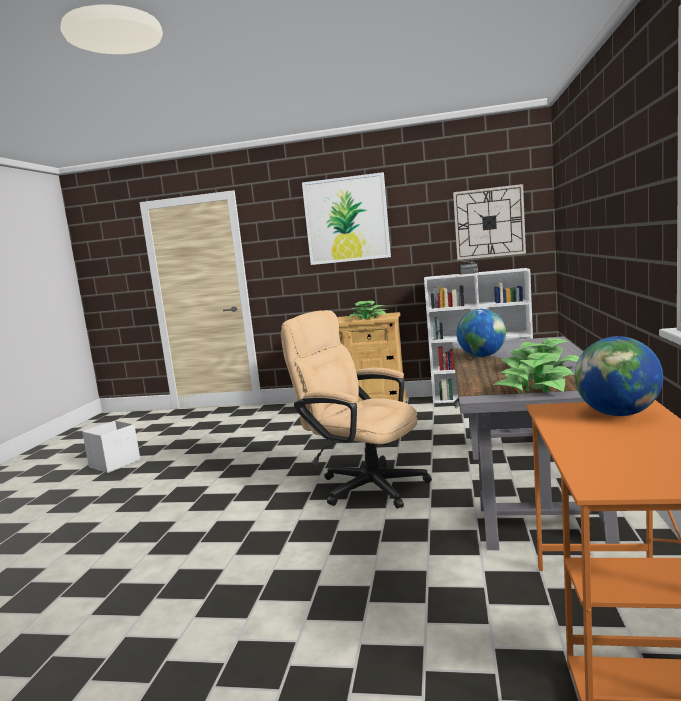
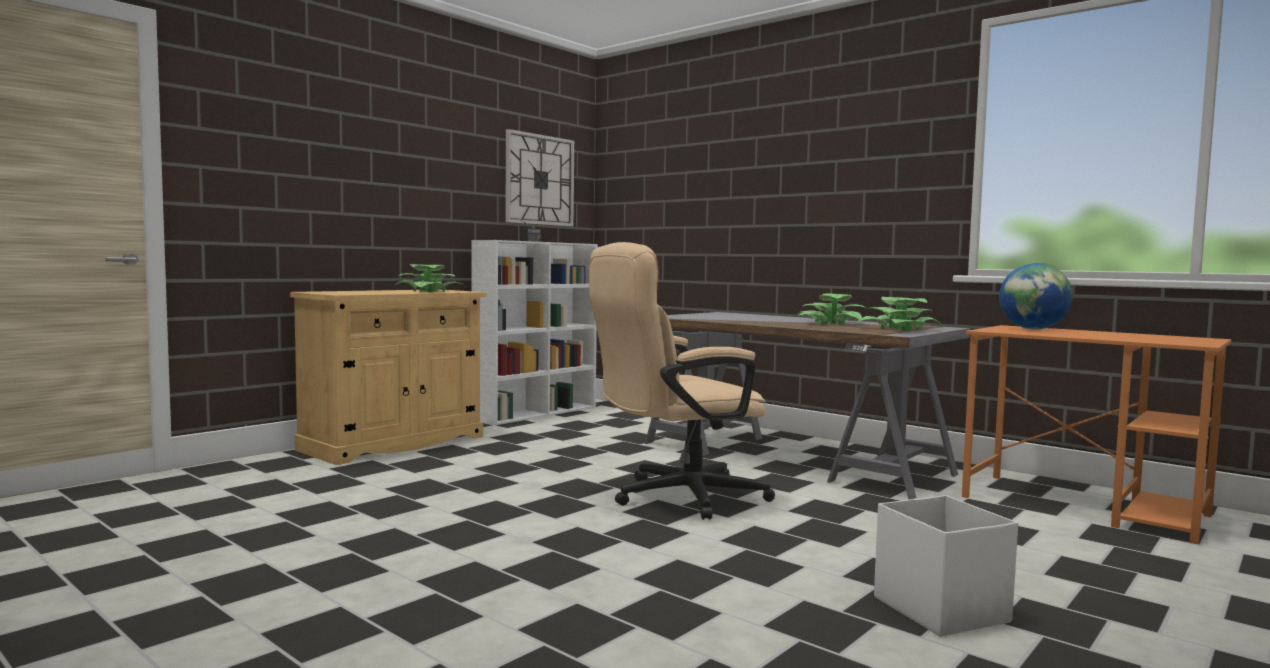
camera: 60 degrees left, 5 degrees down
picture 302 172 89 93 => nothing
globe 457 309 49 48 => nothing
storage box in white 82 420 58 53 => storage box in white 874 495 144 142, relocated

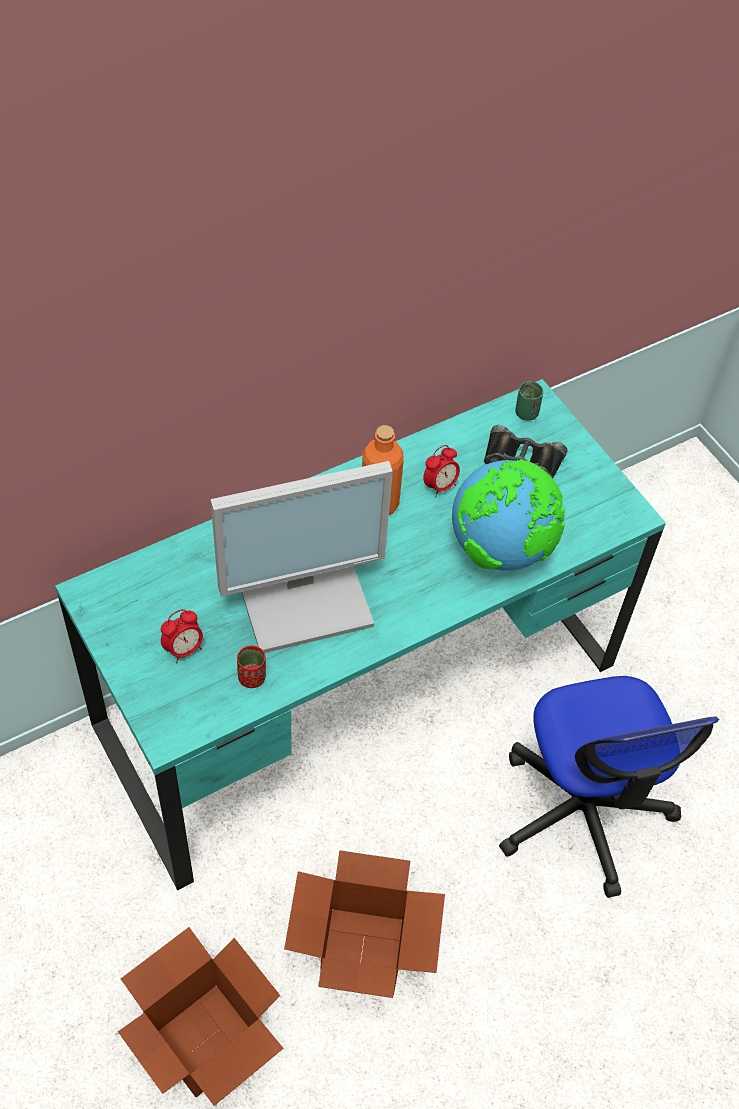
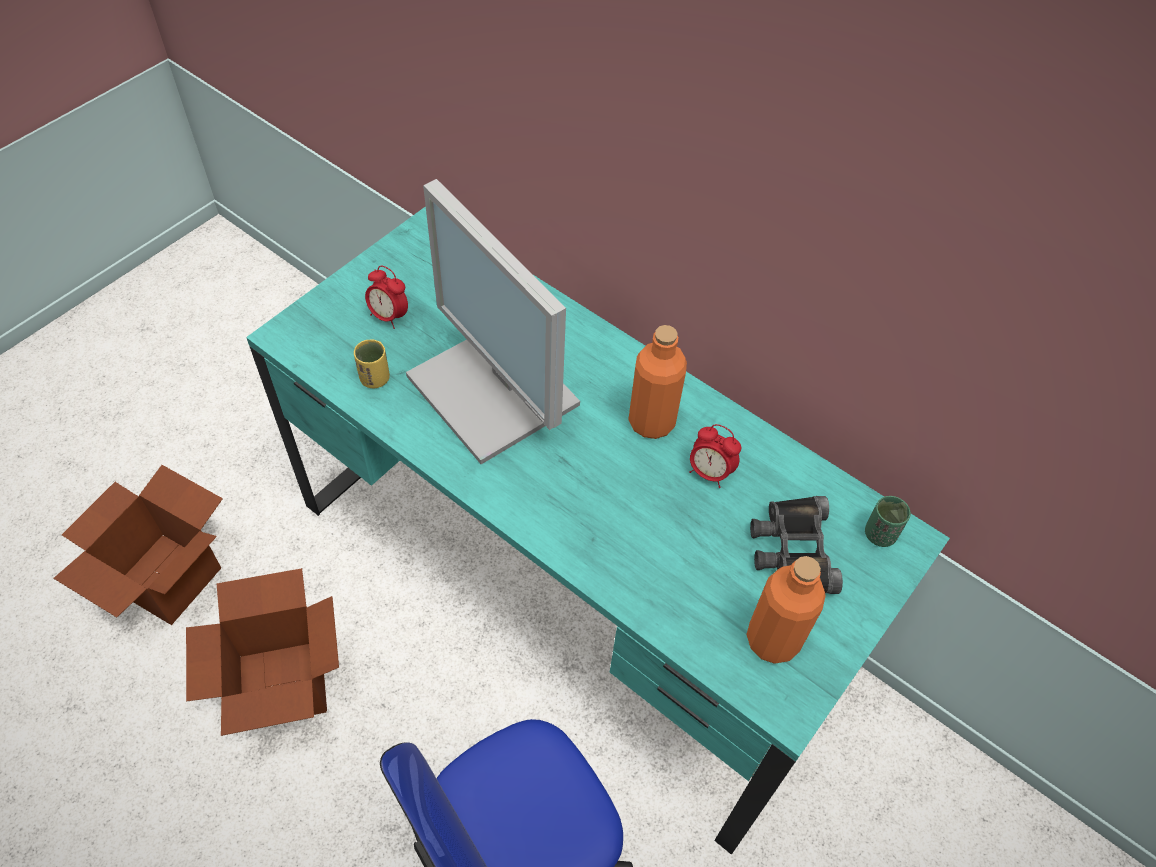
camera: 70 degrees right, 0 degrees up
globe 452 459 113 112 => nothing
nothing => bottle in orange 746 556 79 108
cup in red 237 645 29 43 => cup in yellow 354 339 36 49

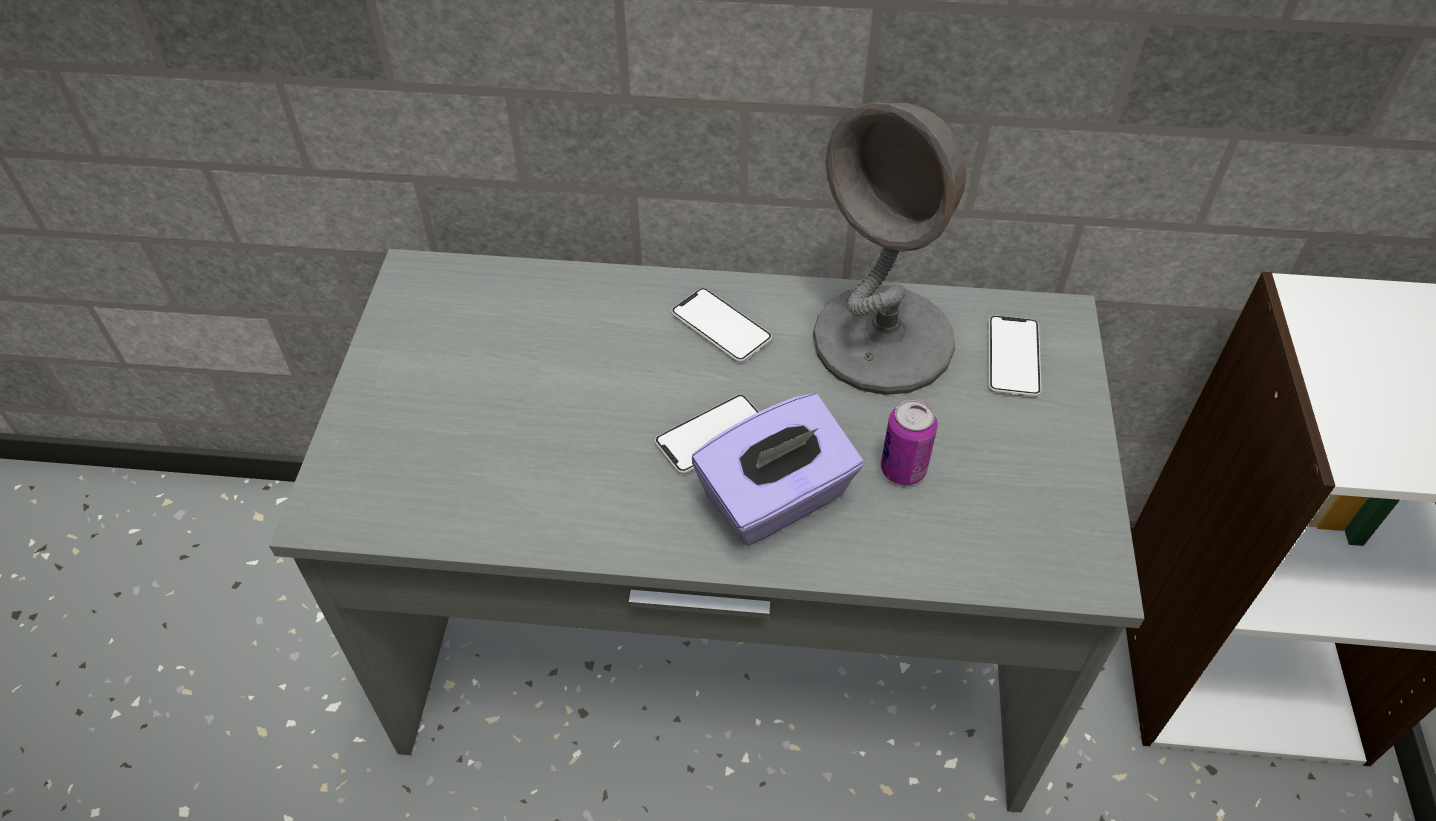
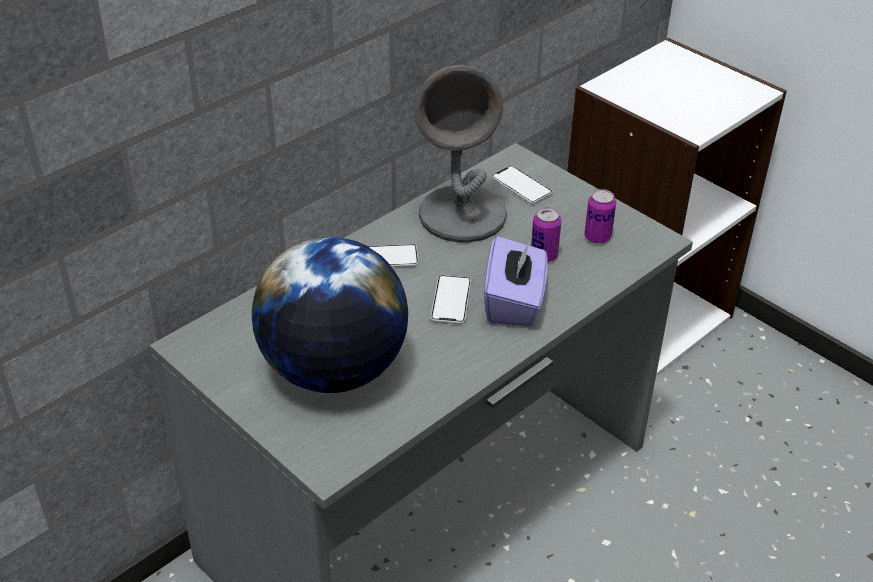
camera: 50 degrees left, 10 degrees down
nothing => globe 252 237 156 156
nothing => can 584 189 32 55

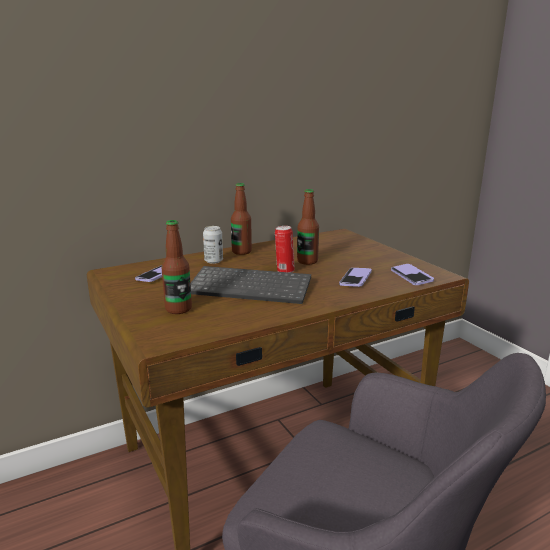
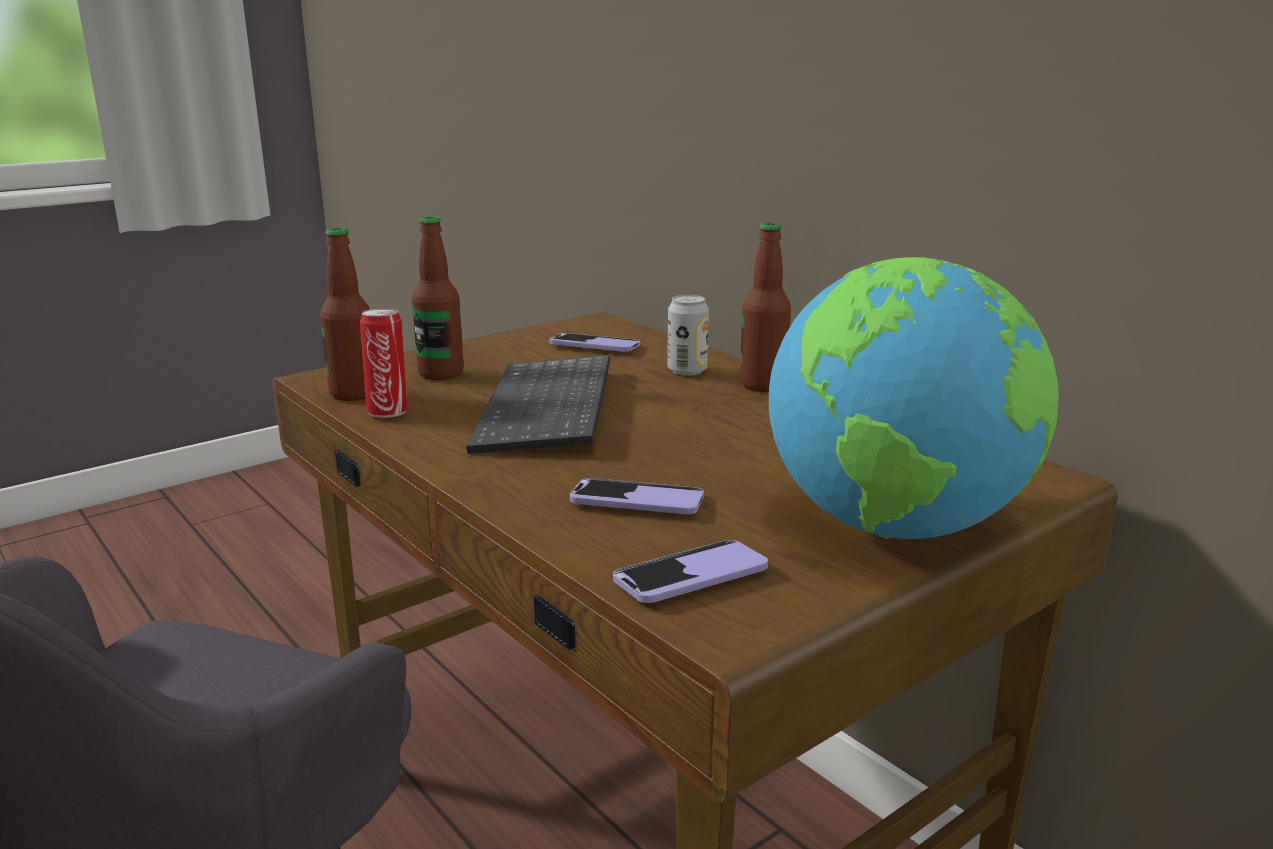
camera: 80 degrees right, 0 degrees up
nothing => globe 769 257 290 282
can 275 226 20 47 => can 360 308 47 110, relocated
bottle 297 189 22 76 => bottle 320 228 50 173, relocated

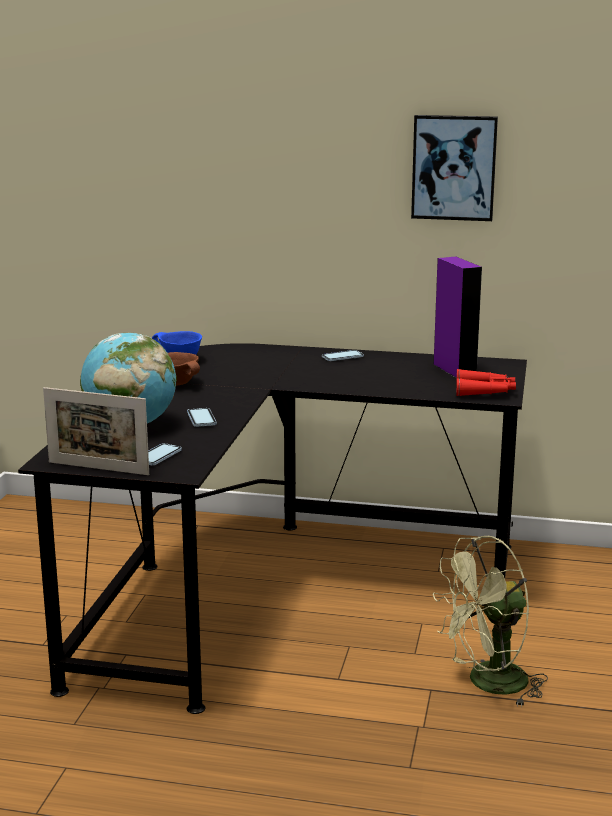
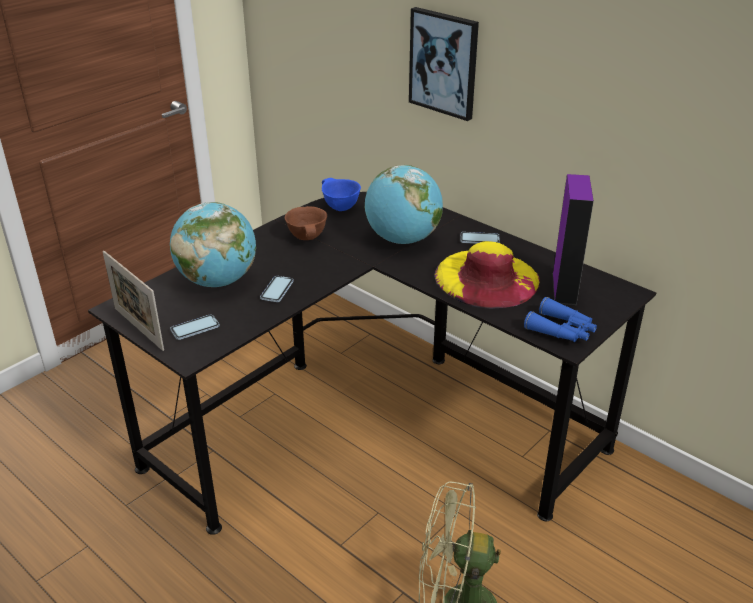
camera: 30 degrees right, 15 degrees up
nothing => globe 365 165 78 79
nothing => hat in yellow 434 241 106 68
picture 411 115 87 106 => picture 409 7 70 114, relocated
binoculars in red 456 369 60 27 => binoculars in blue 524 297 73 45

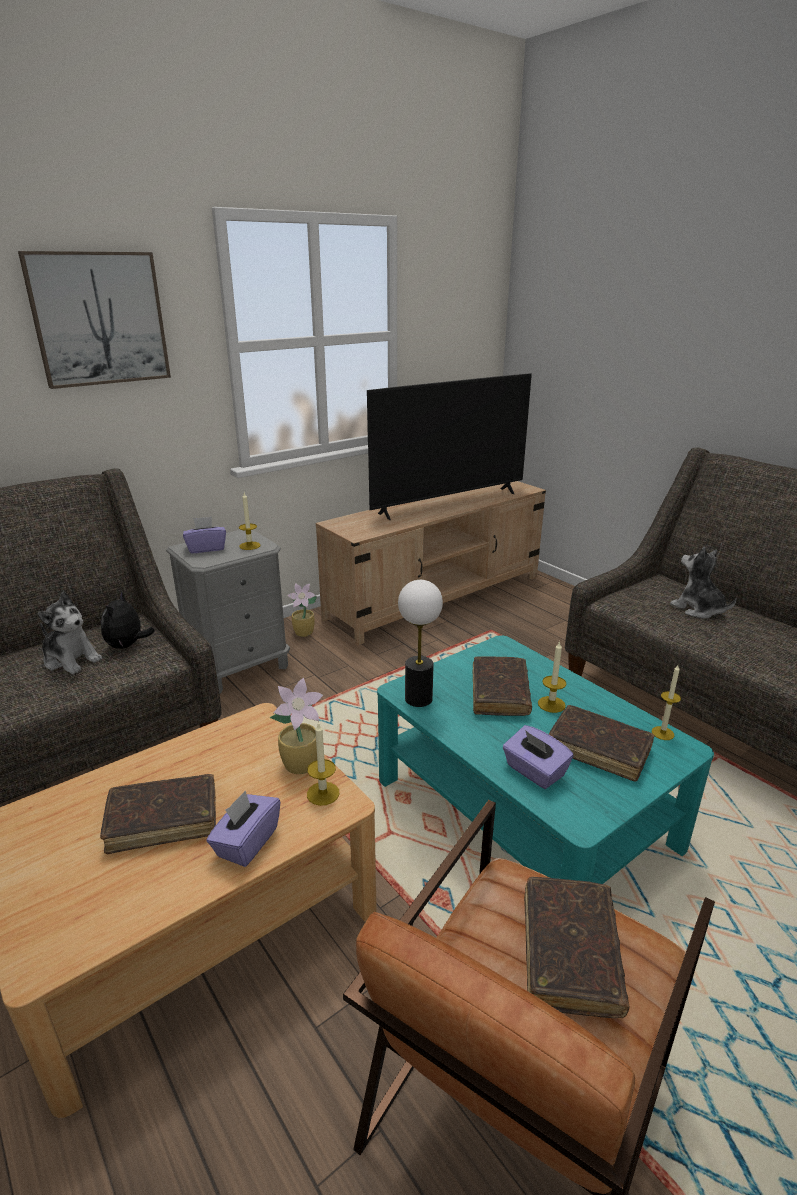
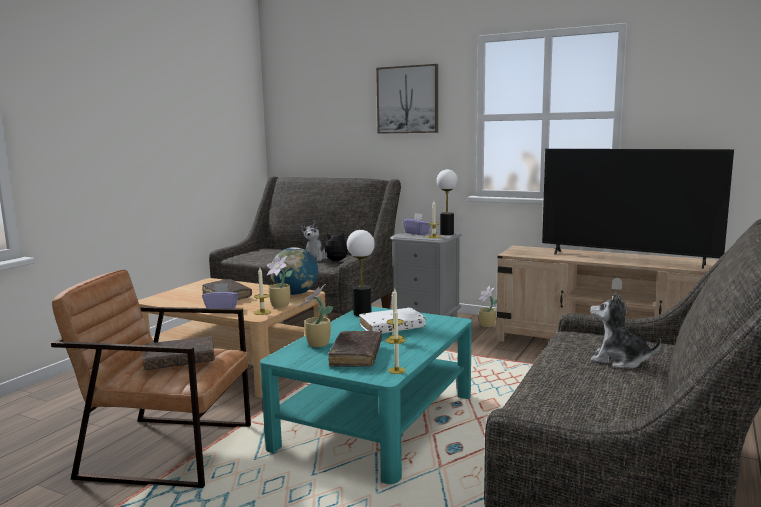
camera: 65 degrees right, 15 degrees down
nothing => globe 270 247 48 48
nothing => table lamp 437 169 21 66
tissue box in purple 503 725 71 64 => potted plant 300 284 33 63
book in brown 472 657 60 59 => book in white 359 307 66 27
plush toy 670 547 67 72 => plush toy 590 293 71 76, 90 degrees counterclockwise

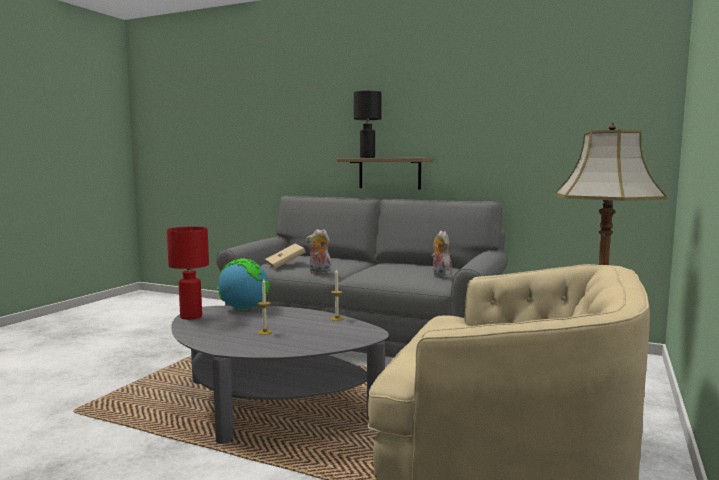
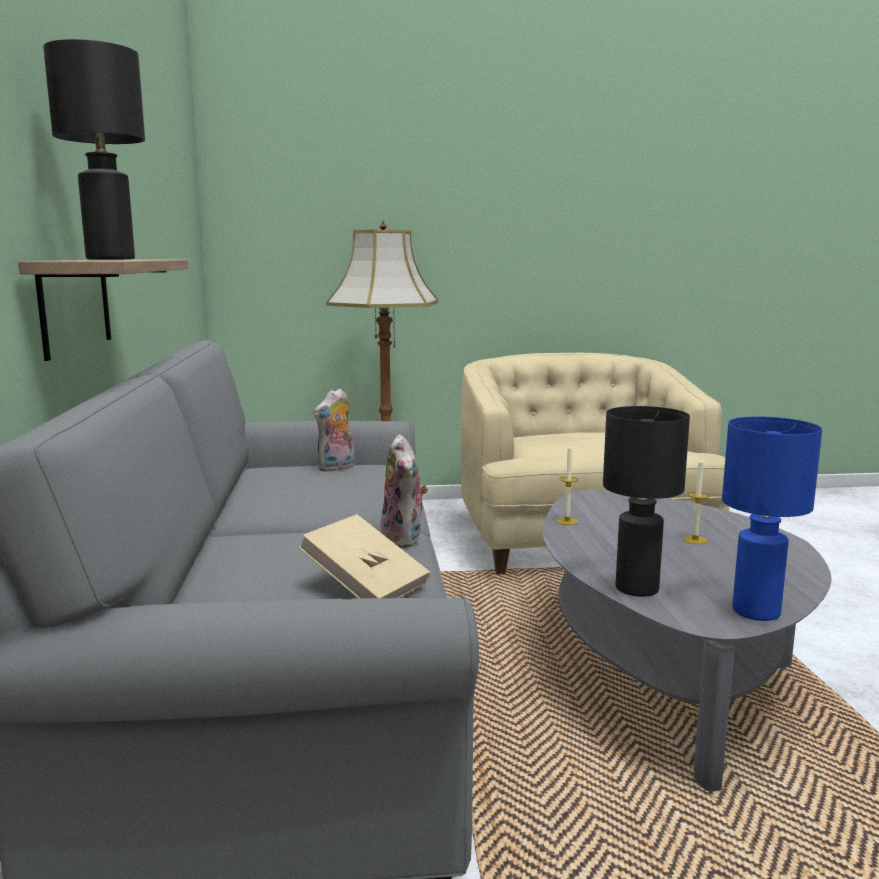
camera: 120 degrees left, 5 degrees up
globe 217 259 52 51 => table lamp in black 603 406 87 191
table lamp in red 167 227 42 93 => table lamp in blue 722 416 100 205

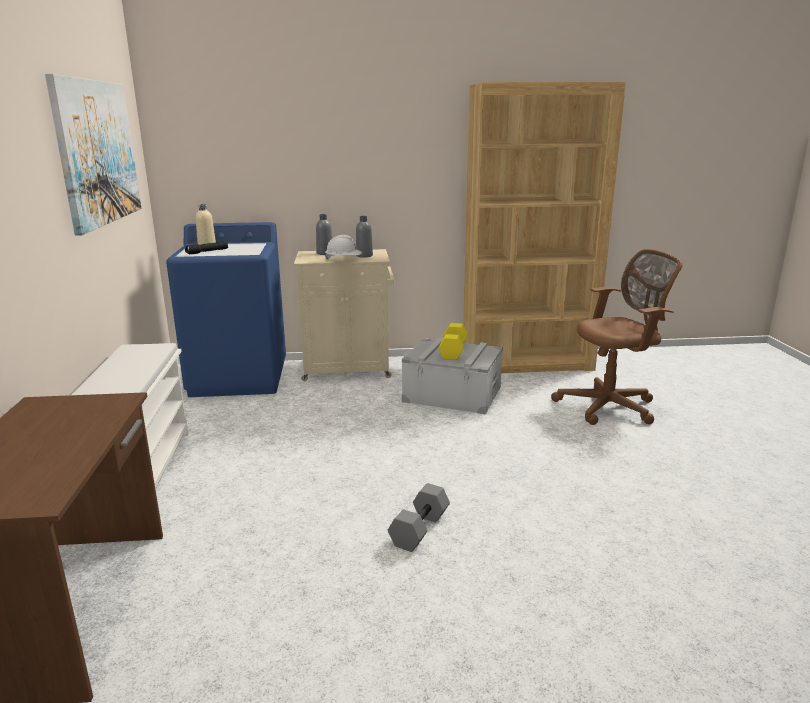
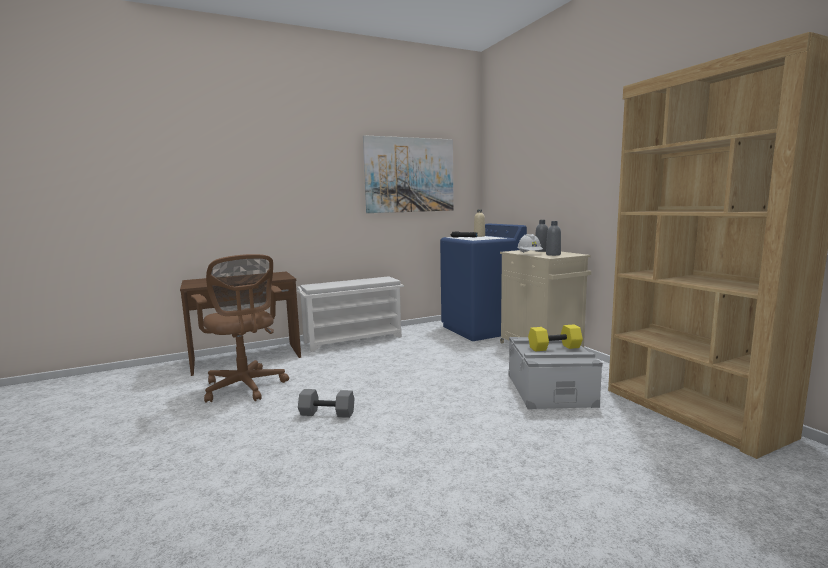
camera: 70 degrees right, 10 degrees down
office chair in brown 551 249 132 176 => office chair in brown 191 254 98 149, relocated

